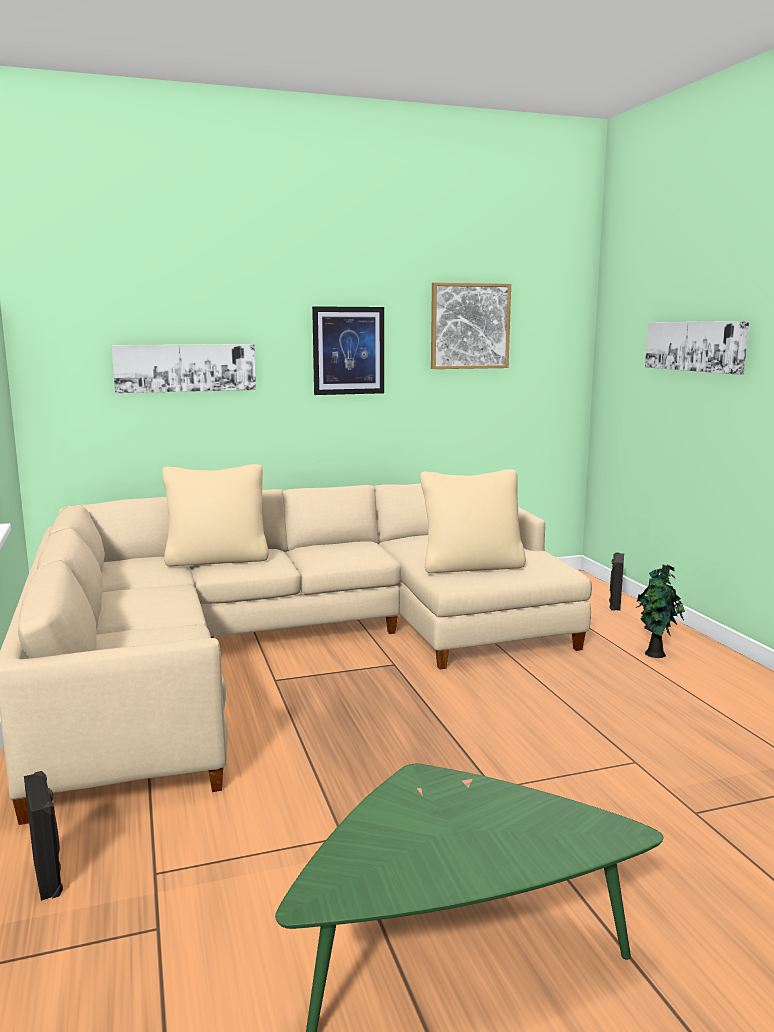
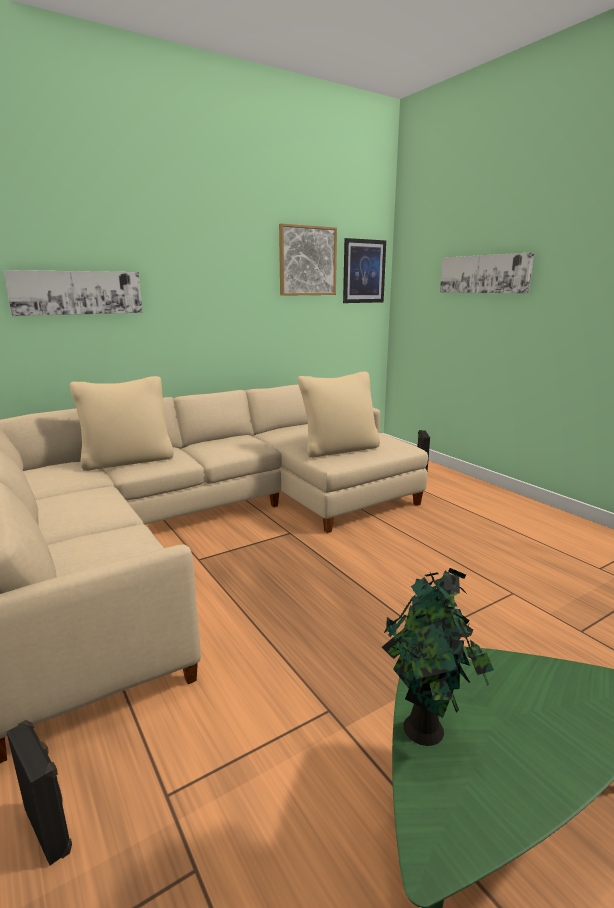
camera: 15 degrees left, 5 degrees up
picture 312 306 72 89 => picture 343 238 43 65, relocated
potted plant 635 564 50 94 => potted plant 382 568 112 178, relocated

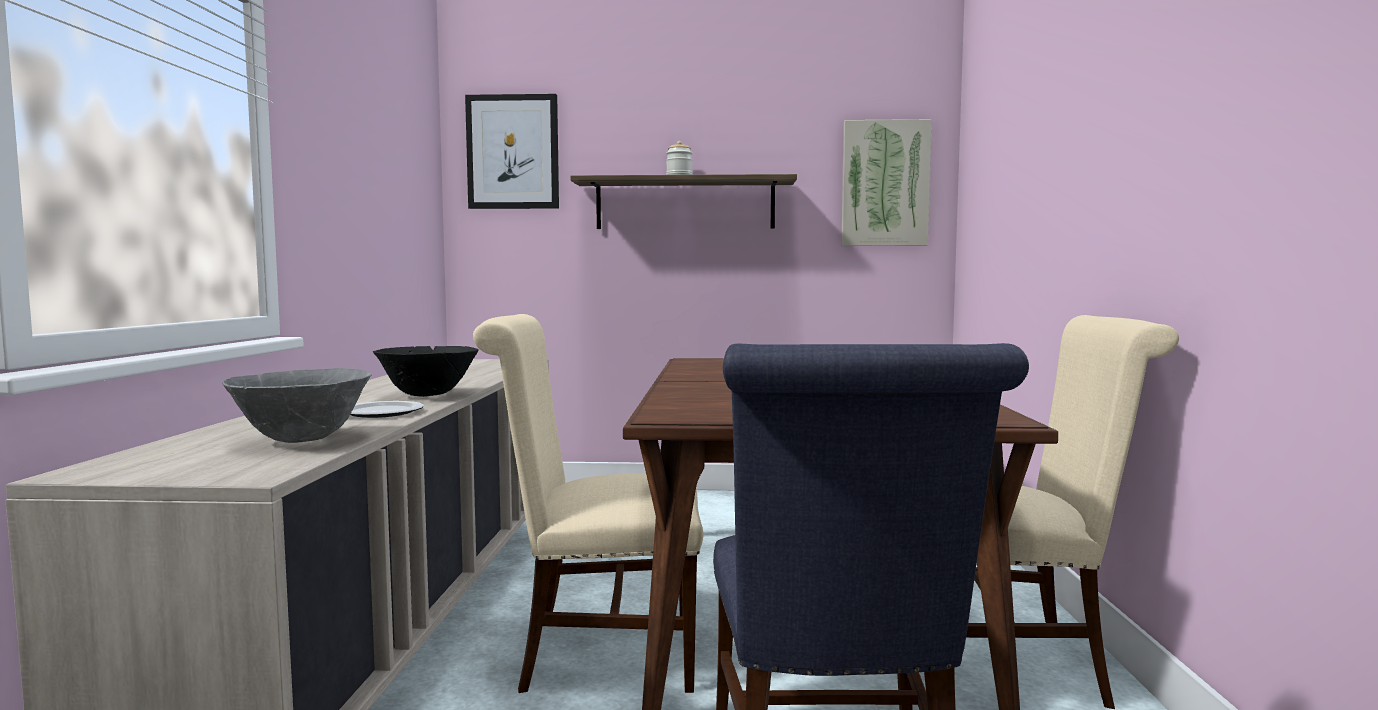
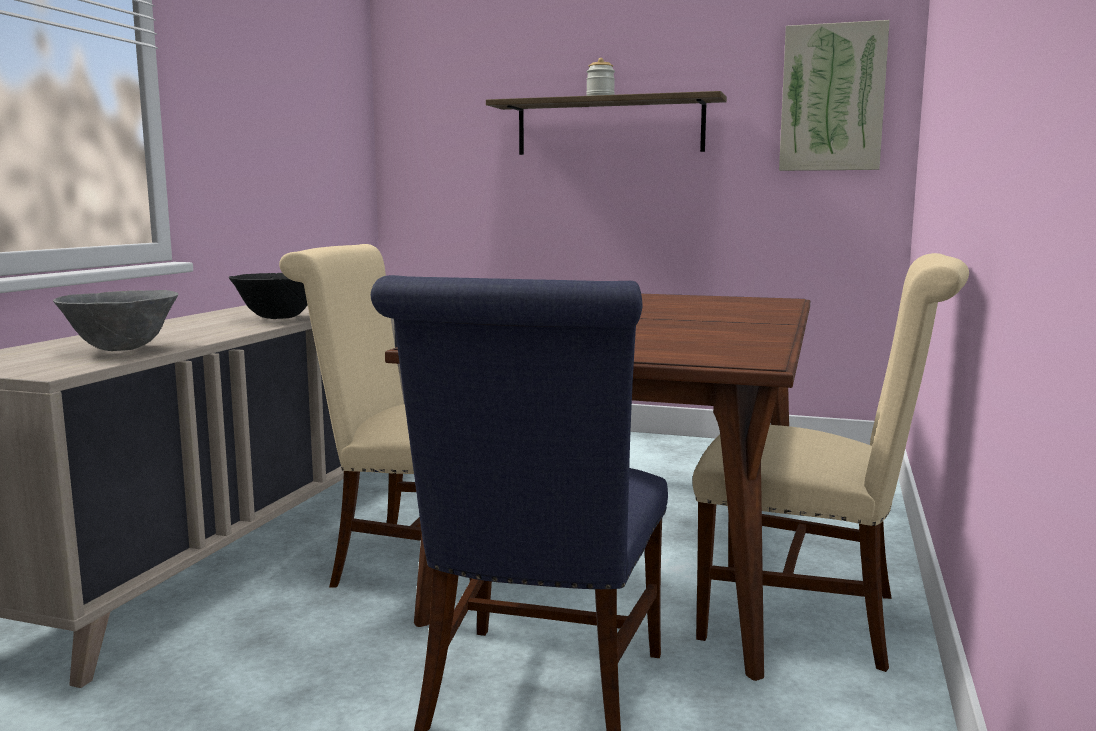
camera: 15 degrees right, 5 degrees up
plate 350 401 74 17 => nothing
picture 465 94 94 115 => nothing

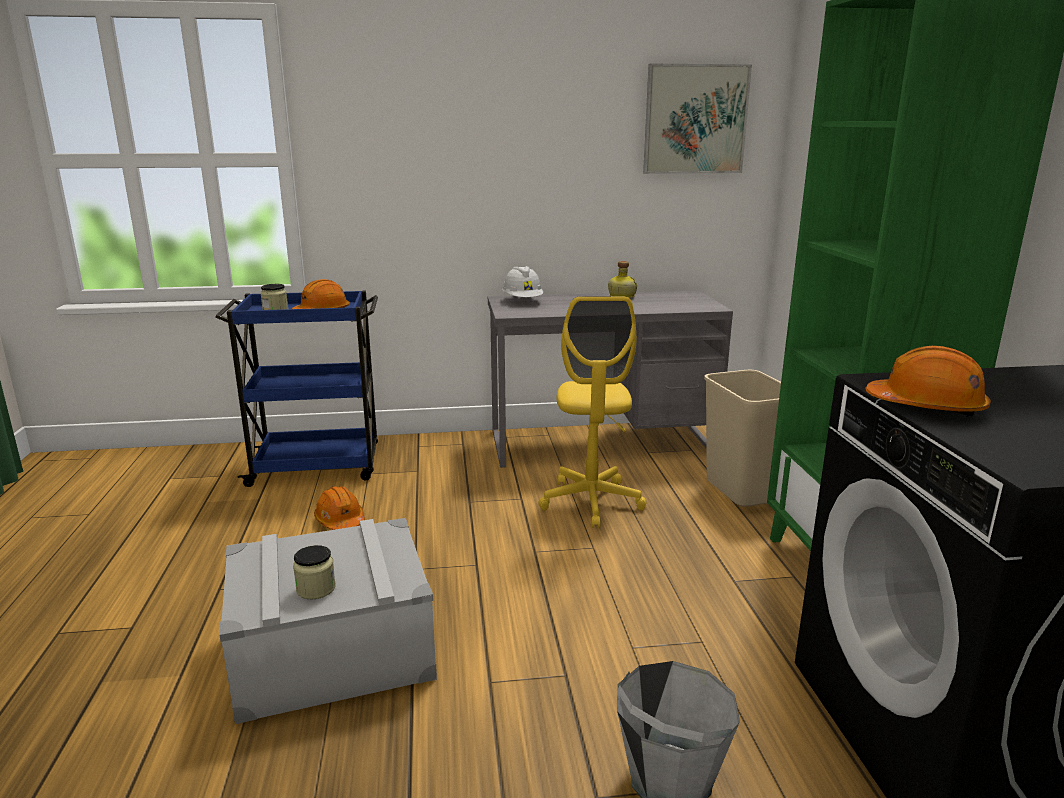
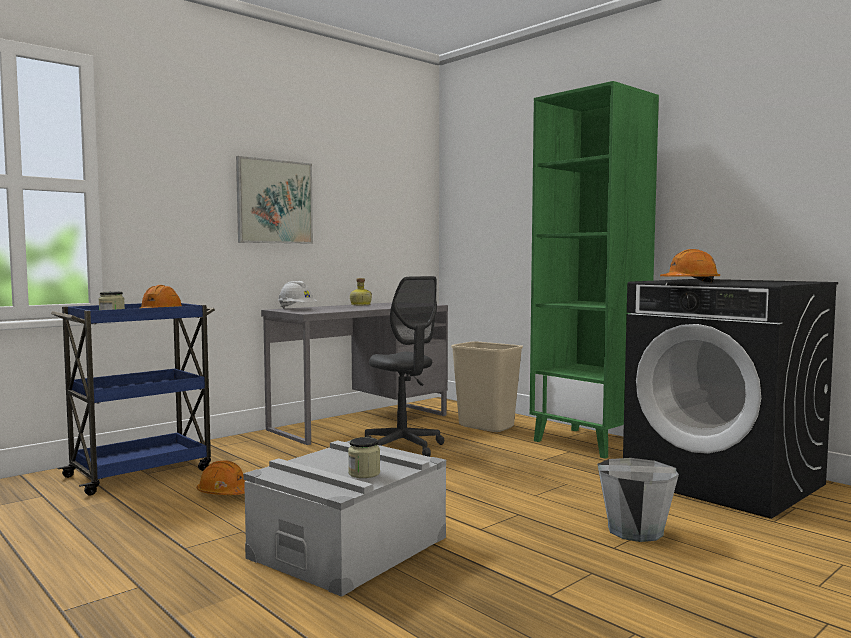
camera: 35 degrees left, 15 degrees down
picture 643 64 109 110 => picture 236 156 77 88, relocated
office chair in yellow 539 296 108 232 => office chair in grey 365 276 79 181

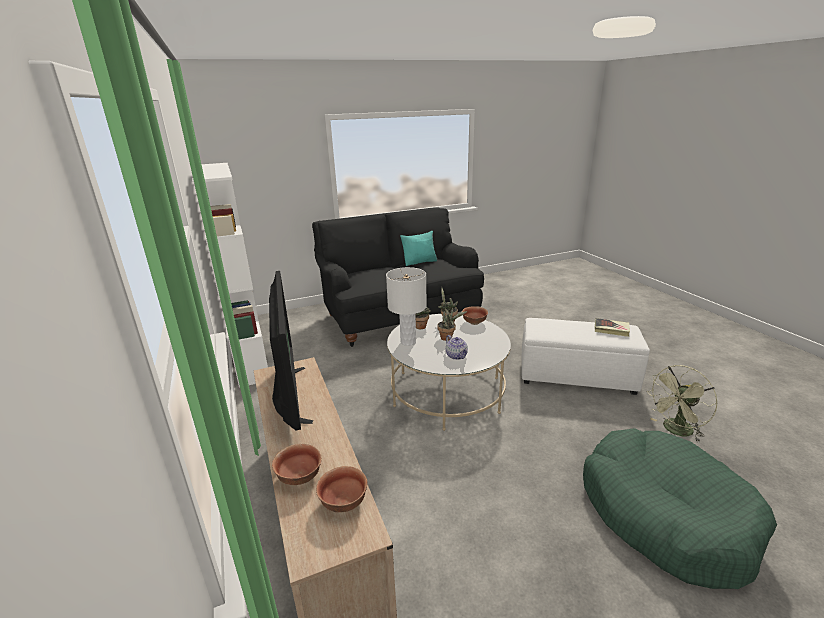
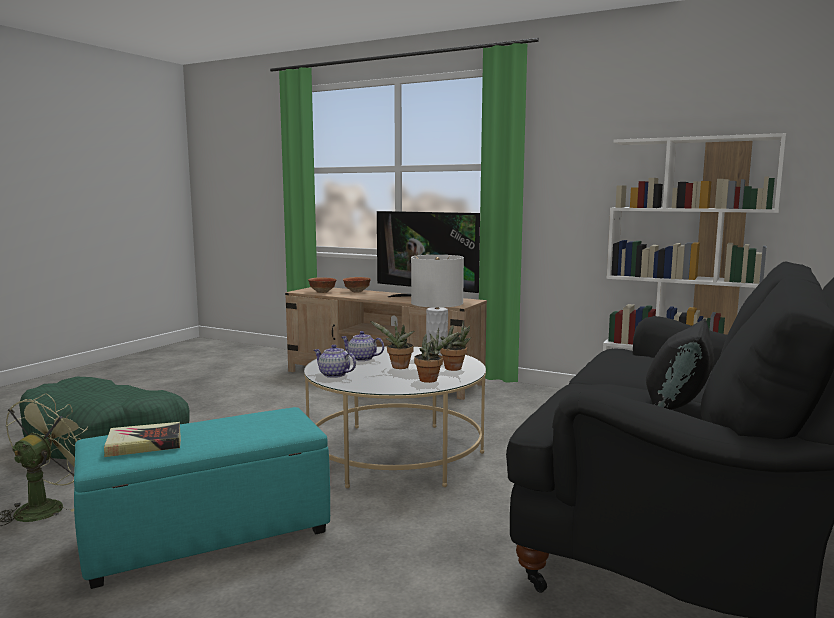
camera: 140 degrees right, 15 degrees down
bowl 462 306 26 19 => nothing
nothing => teapot 314 345 42 33
pillow in turquoise 400 231 37 35 => pillow in black 646 319 68 91
ottoman in white 521 318 129 77 => ottoman in turquoise 74 407 256 182

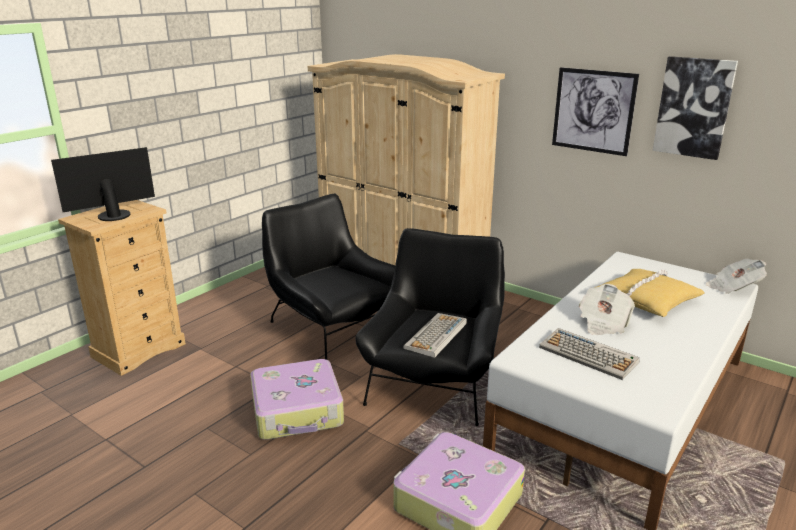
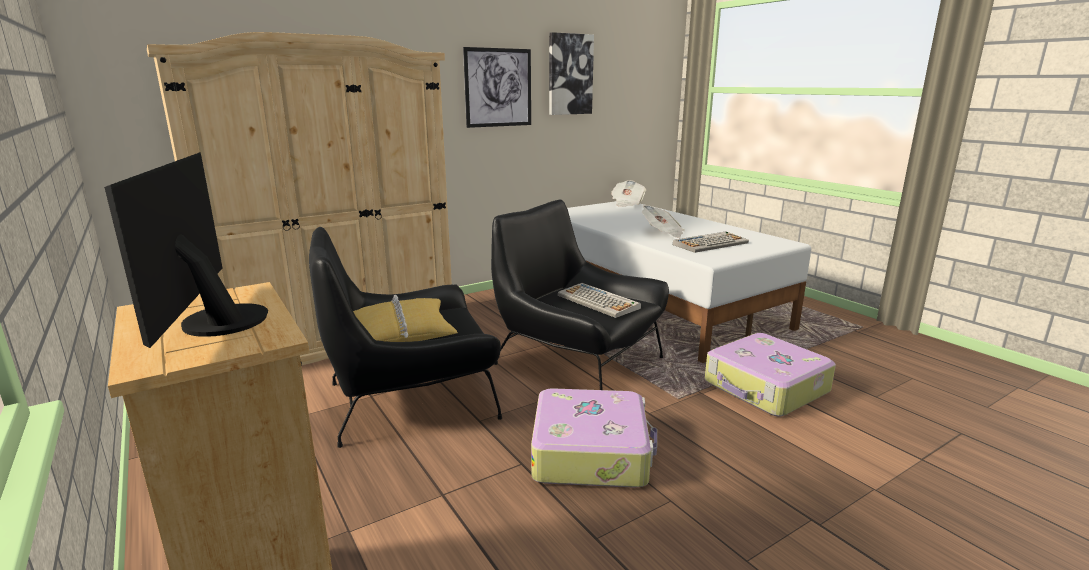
camera: 70 degrees left, 5 degrees down
pillow in yellow 594 269 110 48 => pillow in yellow 353 295 105 47, relocated

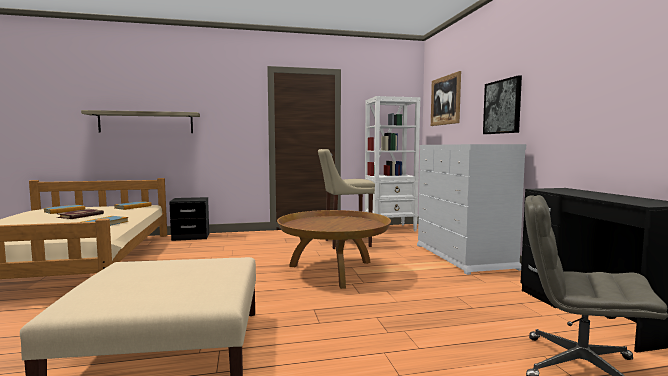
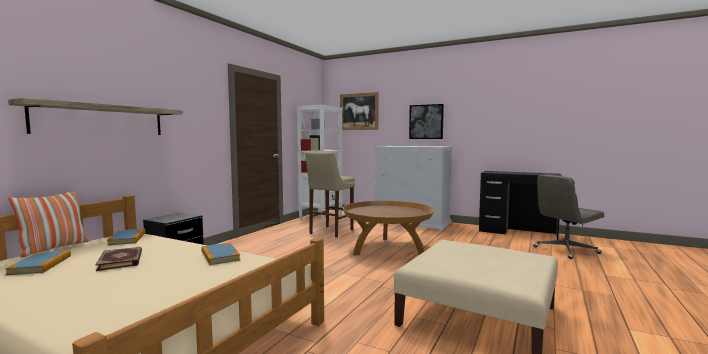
camera: 50 degrees left, 0 degrees up
nothing => pillow 8 191 82 67

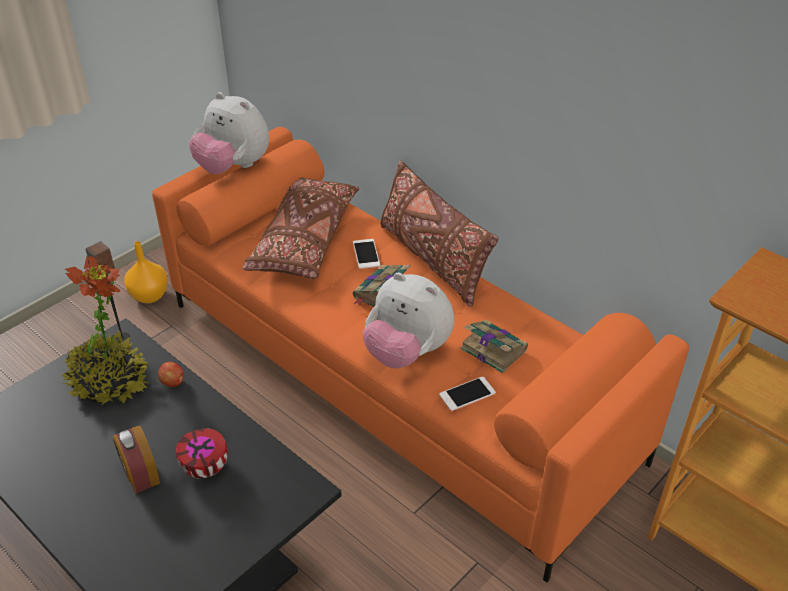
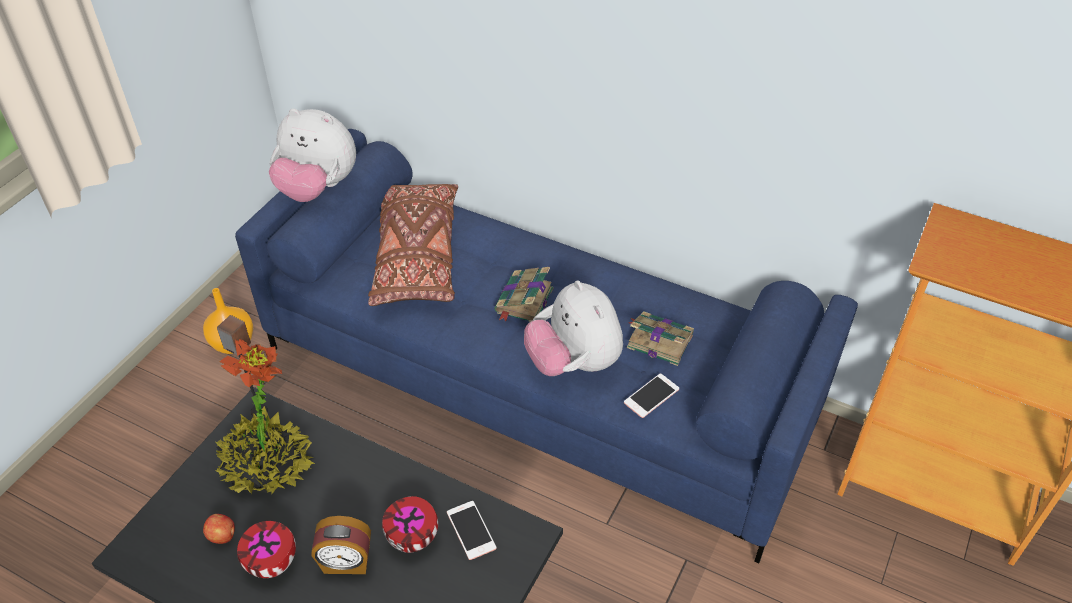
camera: 15 degrees left, 5 degrees up
pillow in brown 380 160 118 147 => nothing
nothing => bowl 237 521 59 57
apple 158 362 26 25 => apple 203 514 32 30, relocated
phone 353 239 27 30 => phone 447 501 50 59, relocated
sofa in orange 152 127 537 455 => sofa in blue 235 129 623 434
alarm clock 113 425 47 68 => alarm clock 311 516 60 58, 45 degrees counterclockwise
plush toy 363 272 91 96 => plush toy 524 280 99 96, 45 degrees clockwise

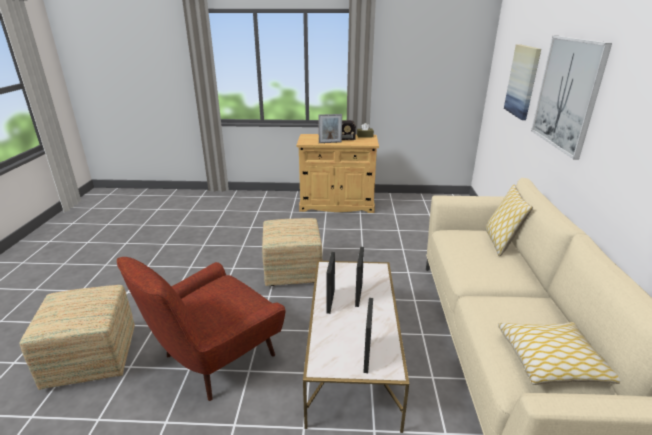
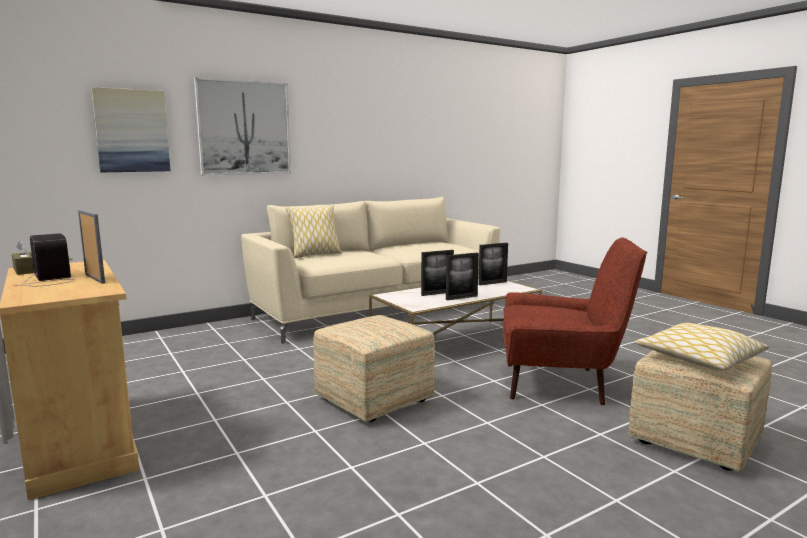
camera: 125 degrees left, 15 degrees down
pillow 498 322 122 63 => pillow 635 323 134 47, relocated

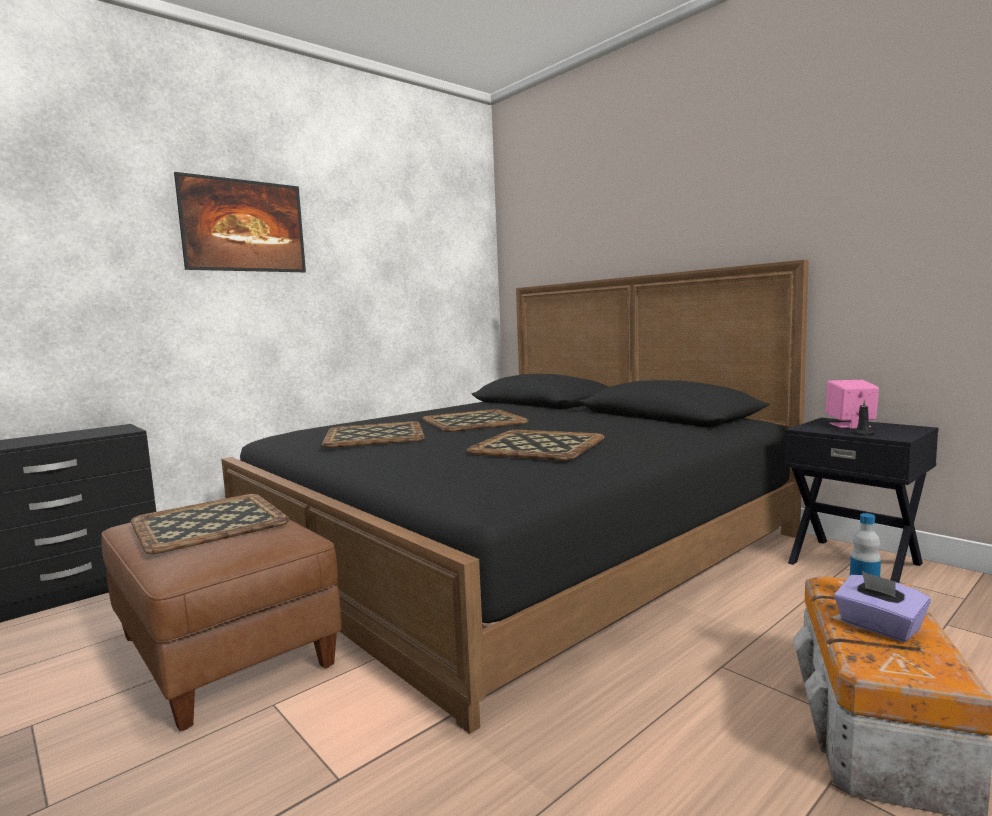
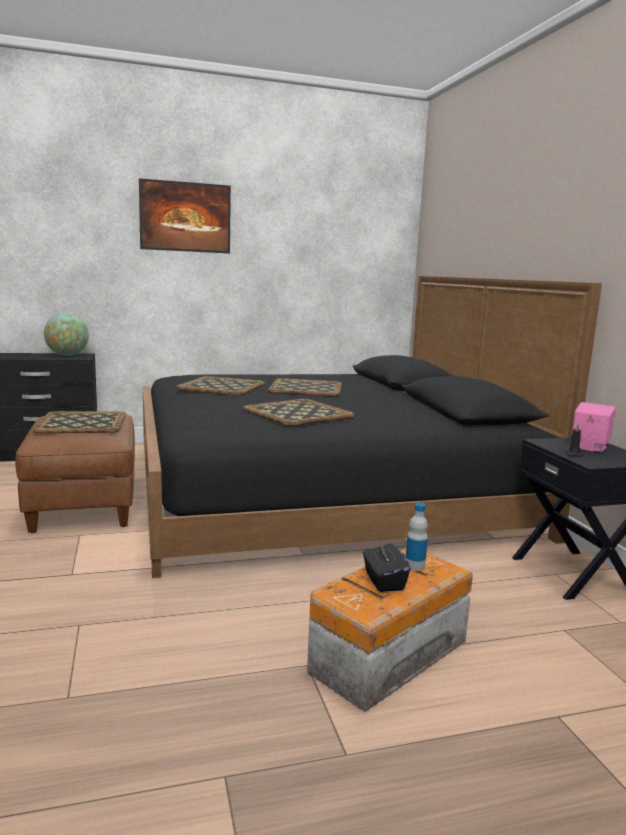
camera: 25 degrees right, 5 degrees up
nothing => globe 44 313 45 43
tissue box in purple 834 571 97 72 => tissue box in black 363 541 47 51

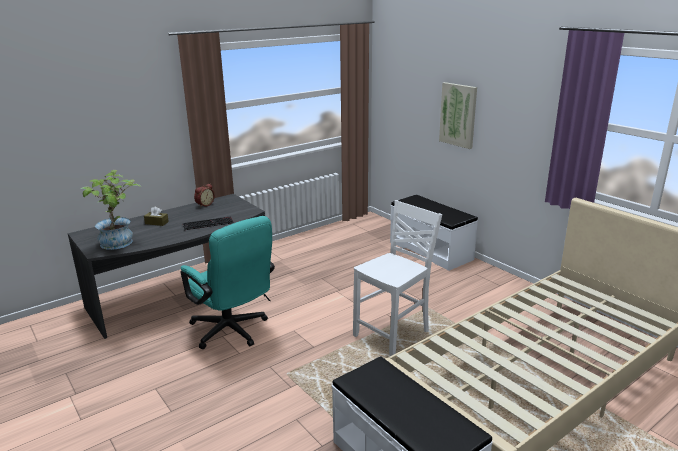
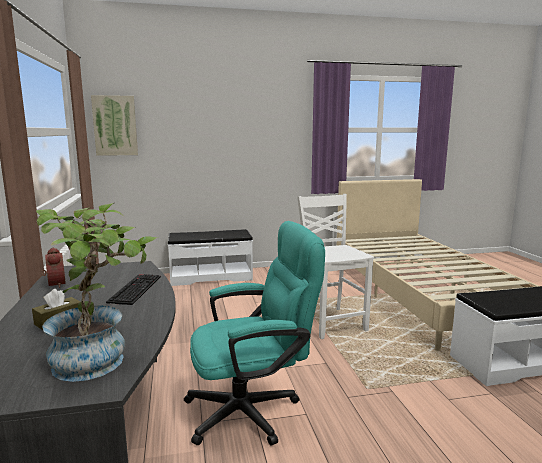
camera: 65 degrees left, 10 degrees down
picture 439 82 38 67 => picture 91 95 47 61, relocated

